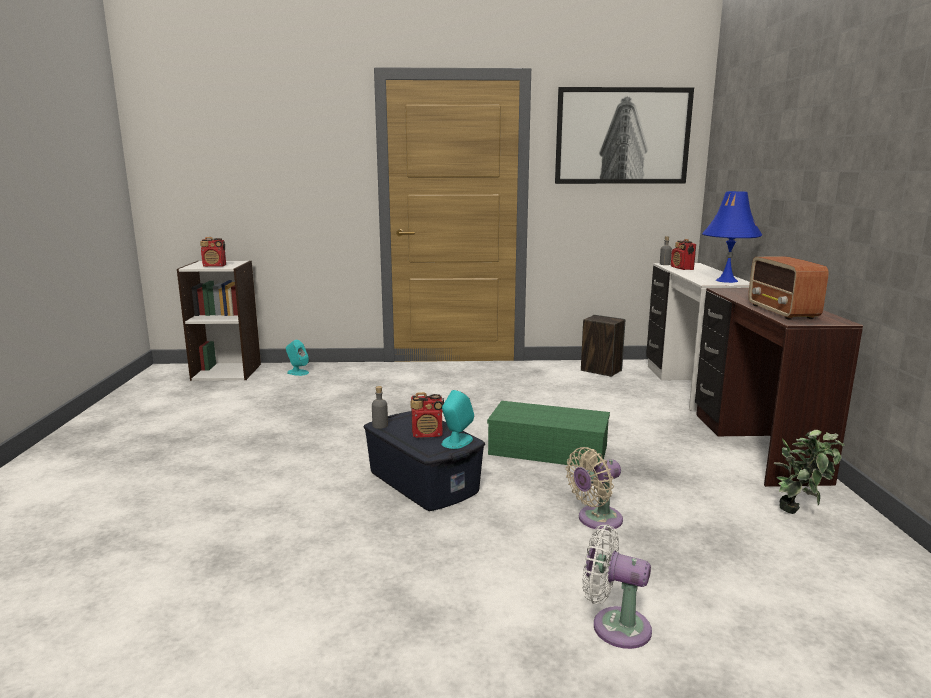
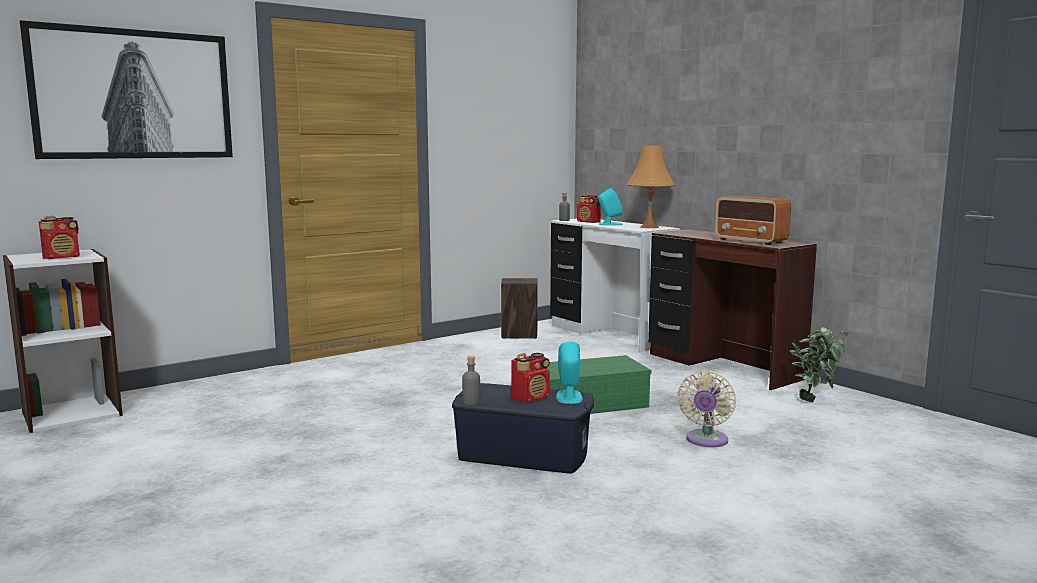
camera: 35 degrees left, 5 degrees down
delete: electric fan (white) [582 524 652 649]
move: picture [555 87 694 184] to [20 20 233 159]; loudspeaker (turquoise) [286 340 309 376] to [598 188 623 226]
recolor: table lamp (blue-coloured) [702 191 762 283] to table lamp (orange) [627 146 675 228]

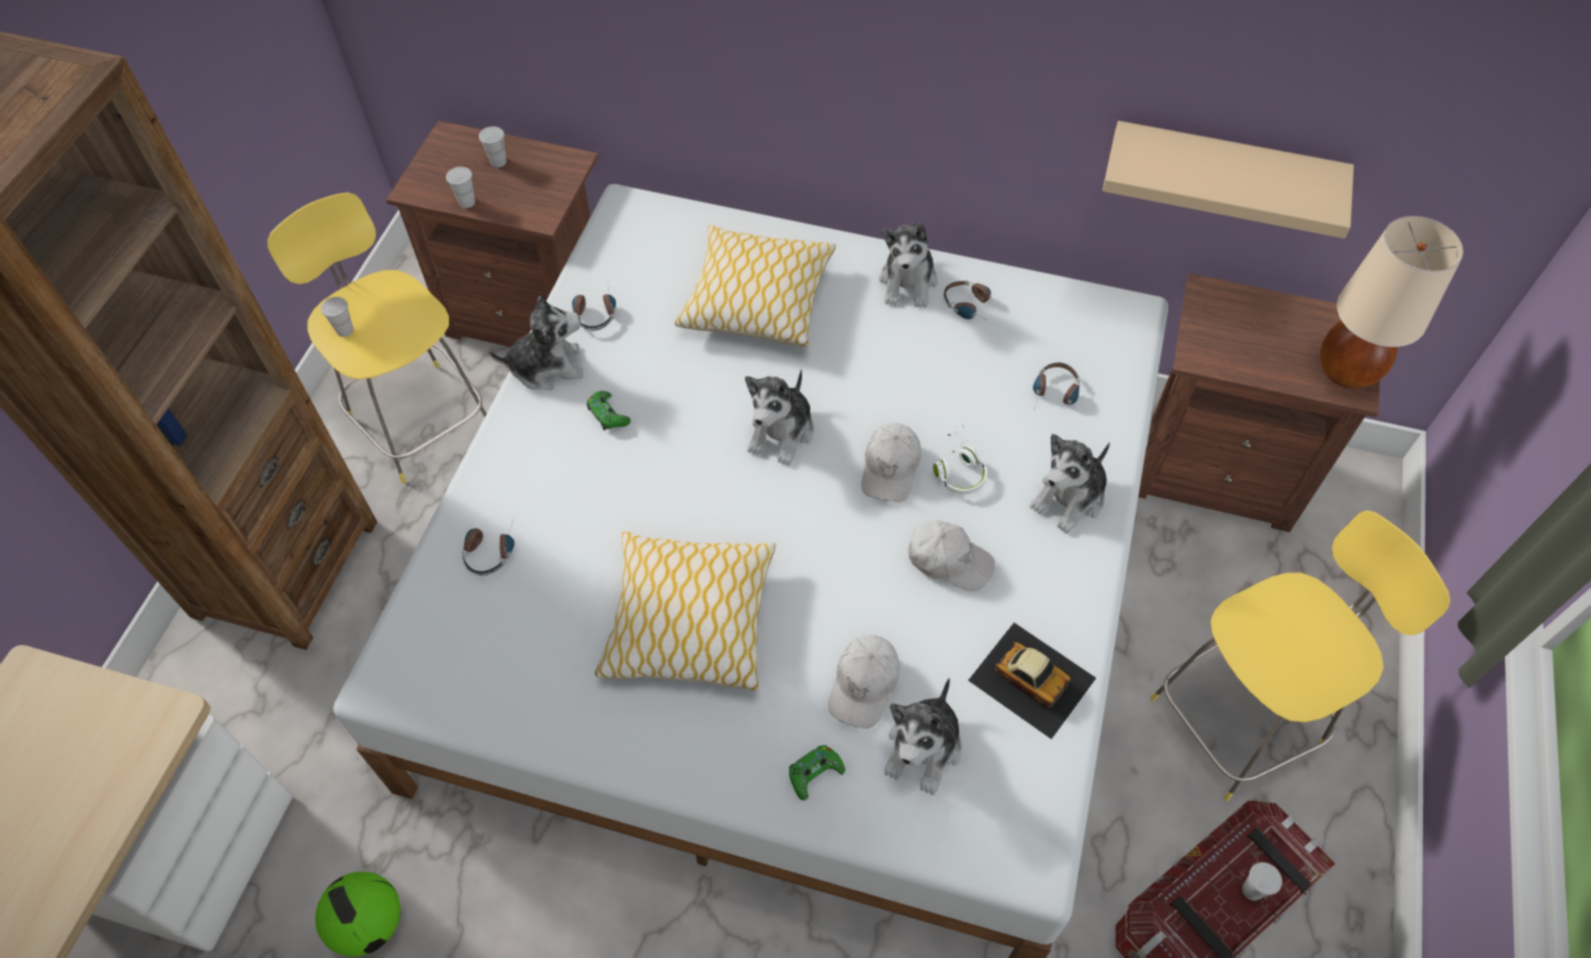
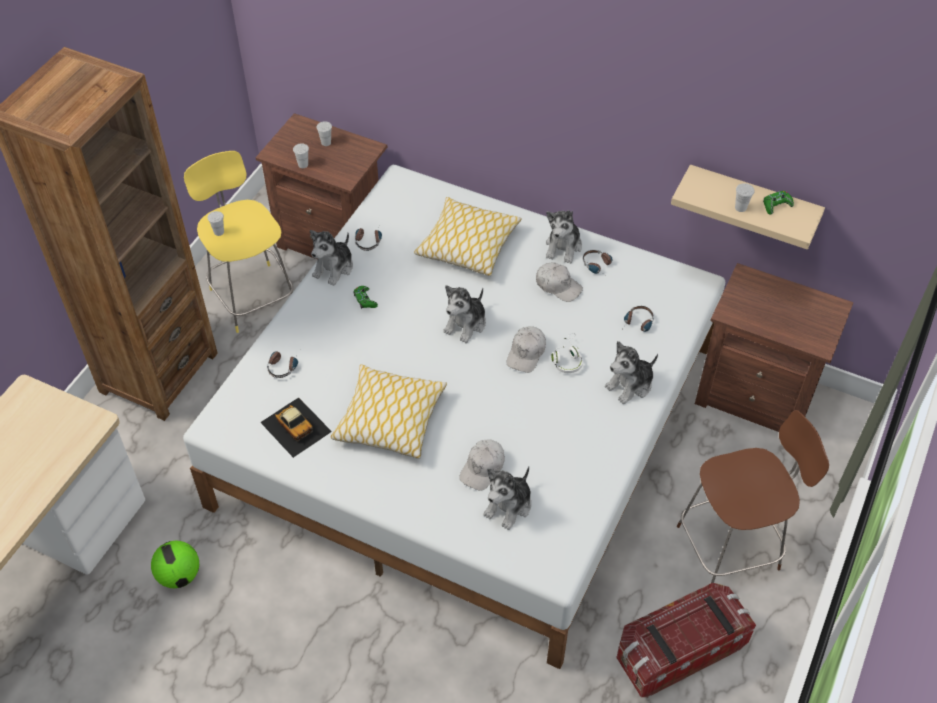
camera: 10 degrees right, 5 degrees down
delete: table lamp (beige-coloured) [1319 216 1463 389]
move: peaked cap (white) [908 520 995 591] to [536 262 583 302]; model car [968 623 1096 739] to [260 397 332 458]; gamepad (green) [789 745 845 800] to [763 191 794 215]; drinking cup (white) [1242 862 1282 901] to [735 183 755 212]
recolor: stool seat (yellowish) [1150 511 1450 801] to stool seat (brown-coloured) [677 410 829 584]
rotate: soft toy [488 296 584 390] = [310 230 353 286] 120 degrees clockwise

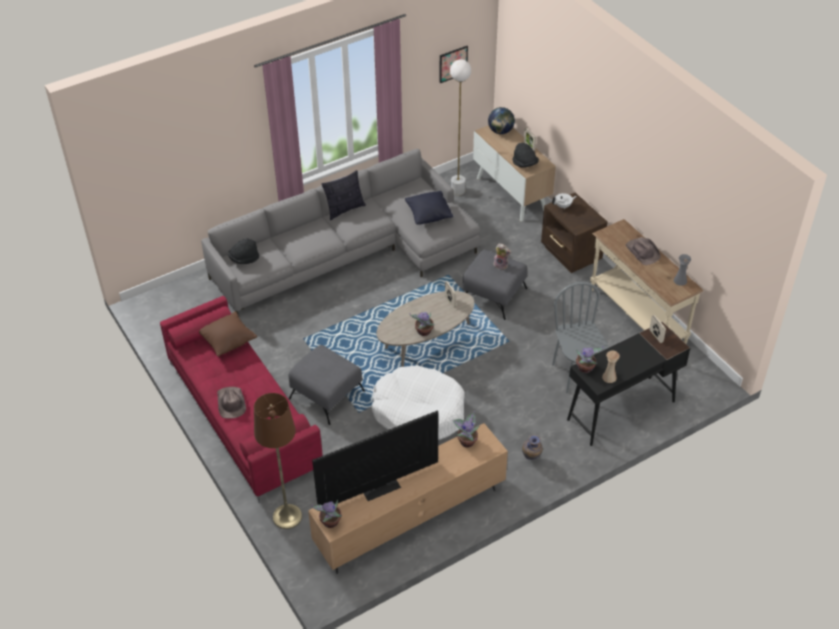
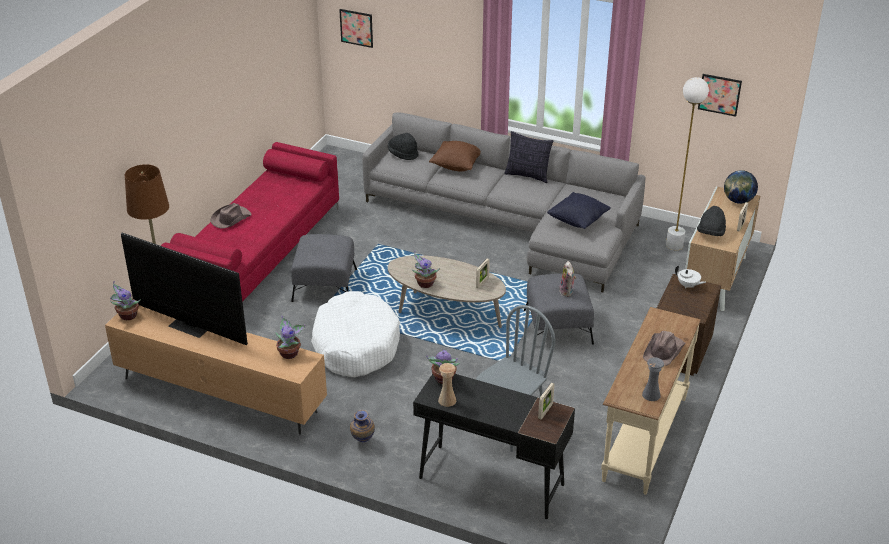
camera: 55 degrees right, 10 degrees down
insert: picture [339 9 373 48]
move: throw pillow (brown-coloured) [199 311 257 357] to [429 141 481 171]

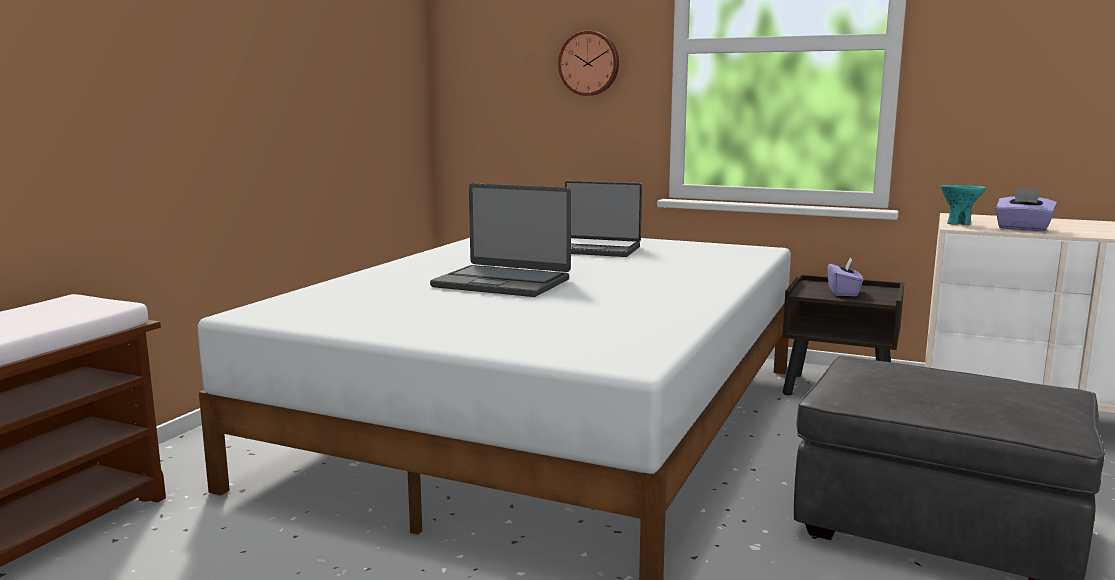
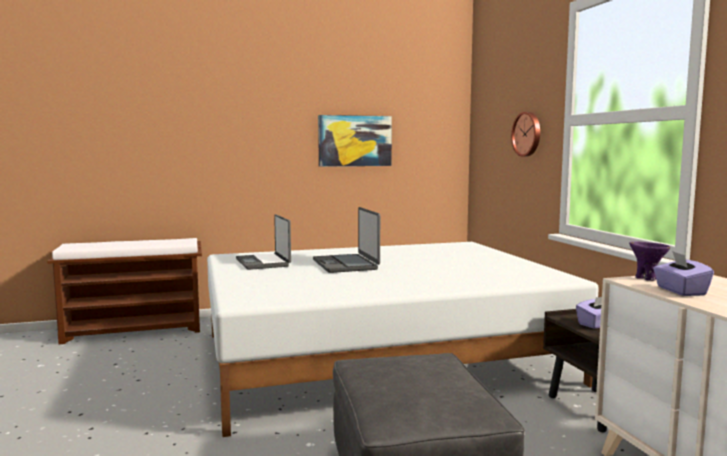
camera: 50 degrees right, 5 degrees down
insert: picture [318 115 392 167]
move: portable computer [565 181 642 257] to [236 214 291 270]
recolor: deep dish (turquoise) [940 185 986 225] to deep dish (purple-coloured) [629 241 670 281]

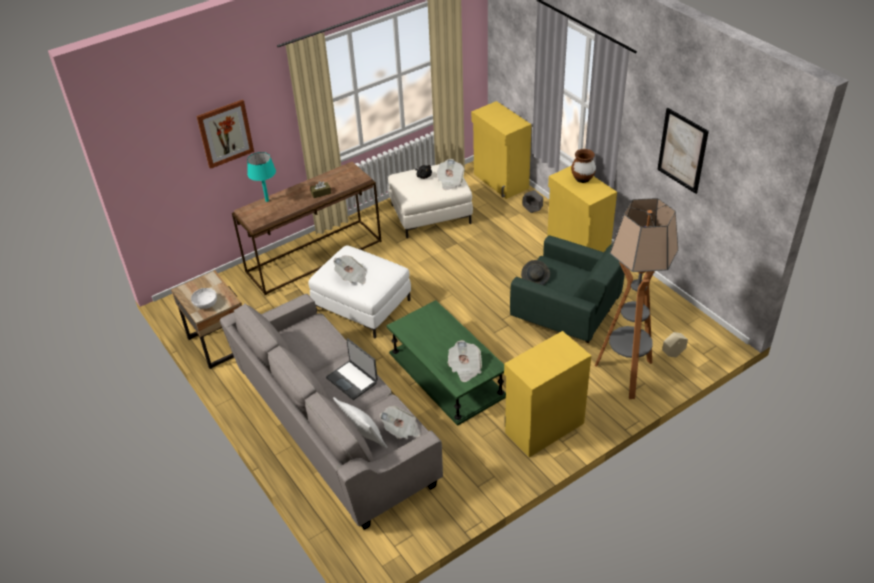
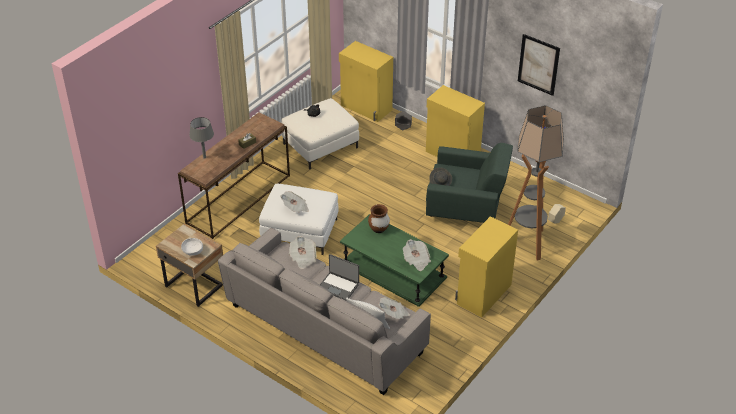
camera: 20 degrees left, 0 degrees up
delete: picture [197 99 254 169]
move: vase (brown-coloured) [571 149 596 183] to [368 204 390 233]; daily paper [436 159 465 190] to [289 236 316 269]
recolor: table lamp (turquoise) [247 152 276 202] to table lamp (grey) [189 117 214 159]

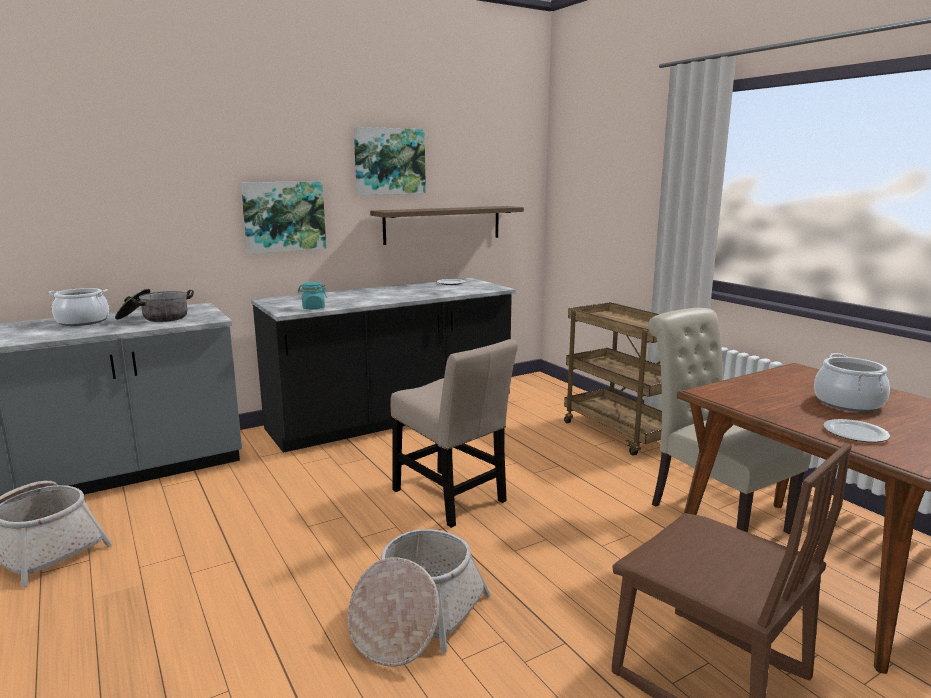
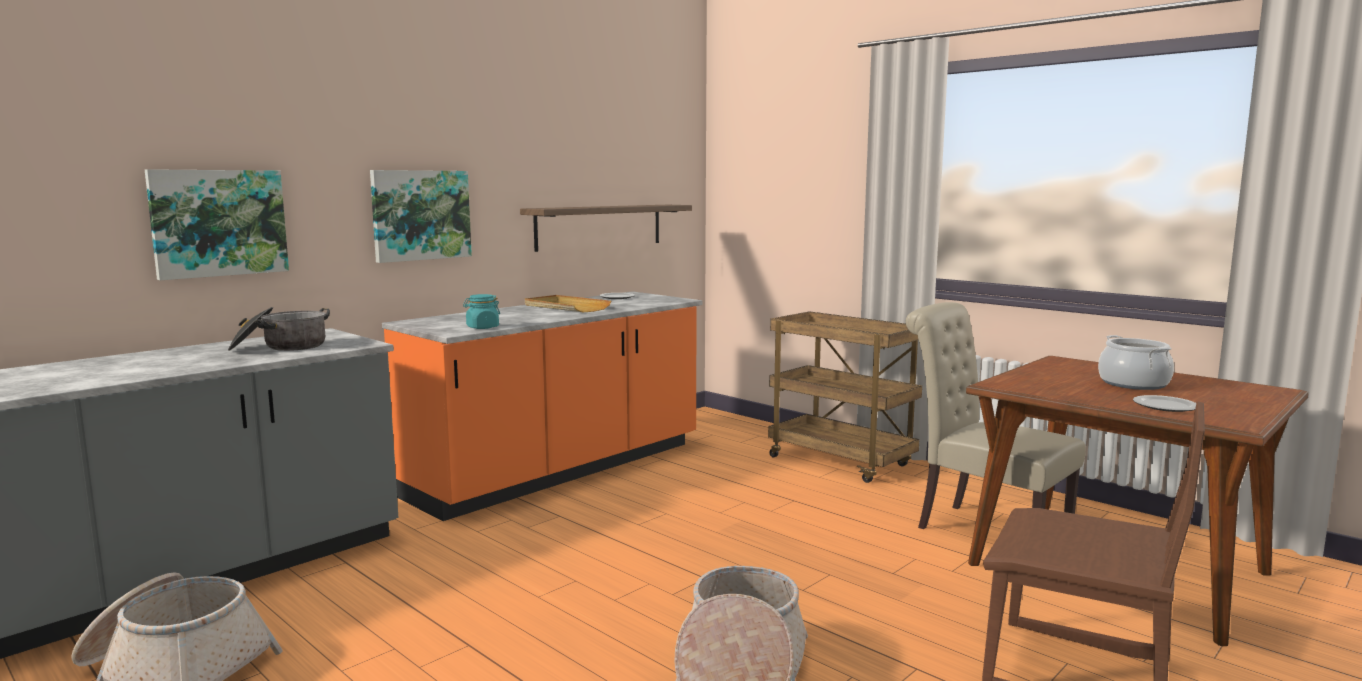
camera: 15 degrees left, 5 degrees down
delete: cooking pot [48 288 109 326]; upright chair (beige-coloured) [390 339 518 528]
insert: tray (beige-coloured) [525 295 611 312]
move: picture [354 127 426 195] to [145 169 289 280]
recolor: kitchen base unit (black) [251 278 516 453] to kitchen base unit (orange) [382 291 702 521]

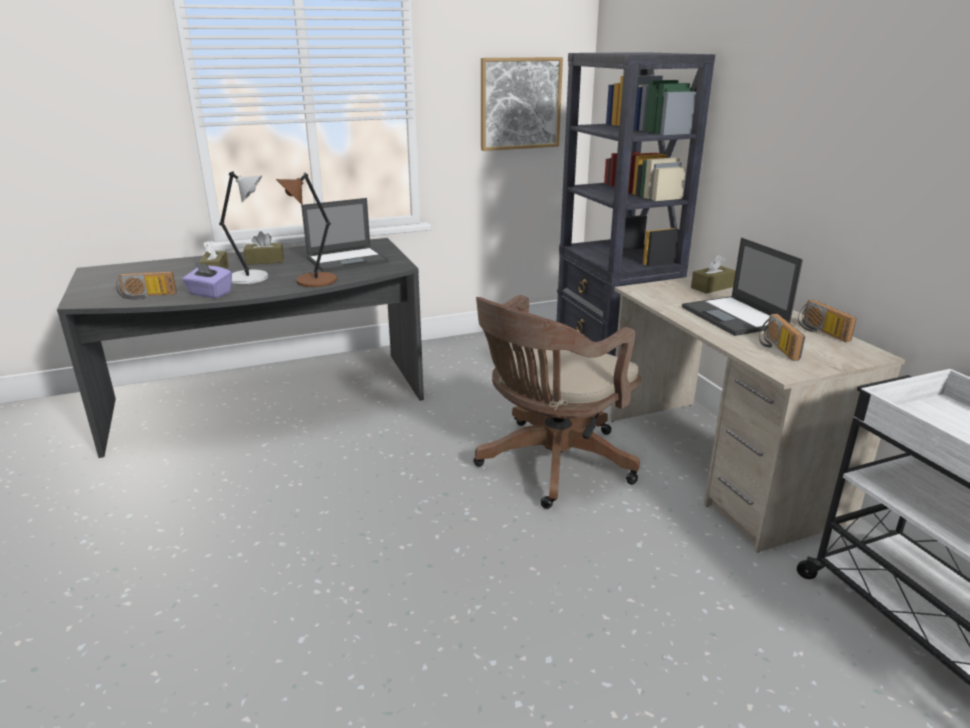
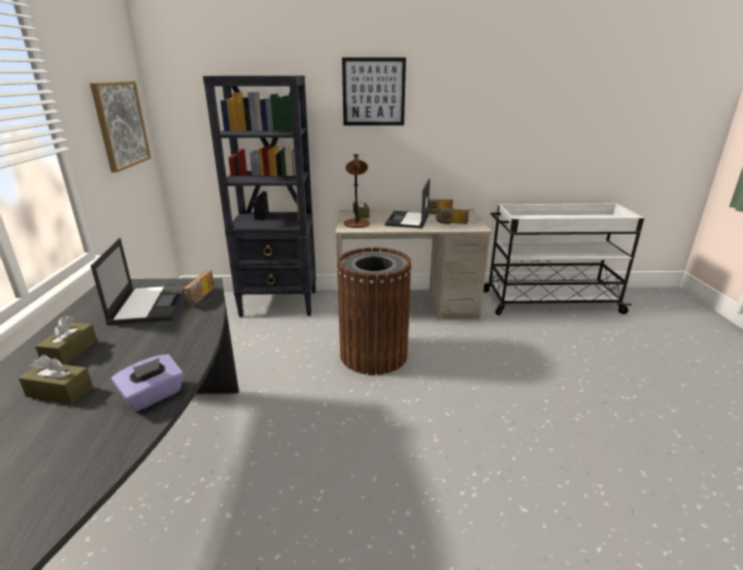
camera: 70 degrees left, 0 degrees up
delete: table lamp (grey) [219 171 268 285]
insert: picture [342 58 406 126]
move: table lamp (brown-coloured) [276 173 337 287] to [344 154 370 228]; radio [116 271 177 300] to [183 270 215 308]
replace: computer chair (brown-coloured) [473 295 641 509] to trash can (brown-coloured) [337 247 412 375]
rotate: portable computer [682 238 803 336] = [385 179 430 228] 105 degrees clockwise

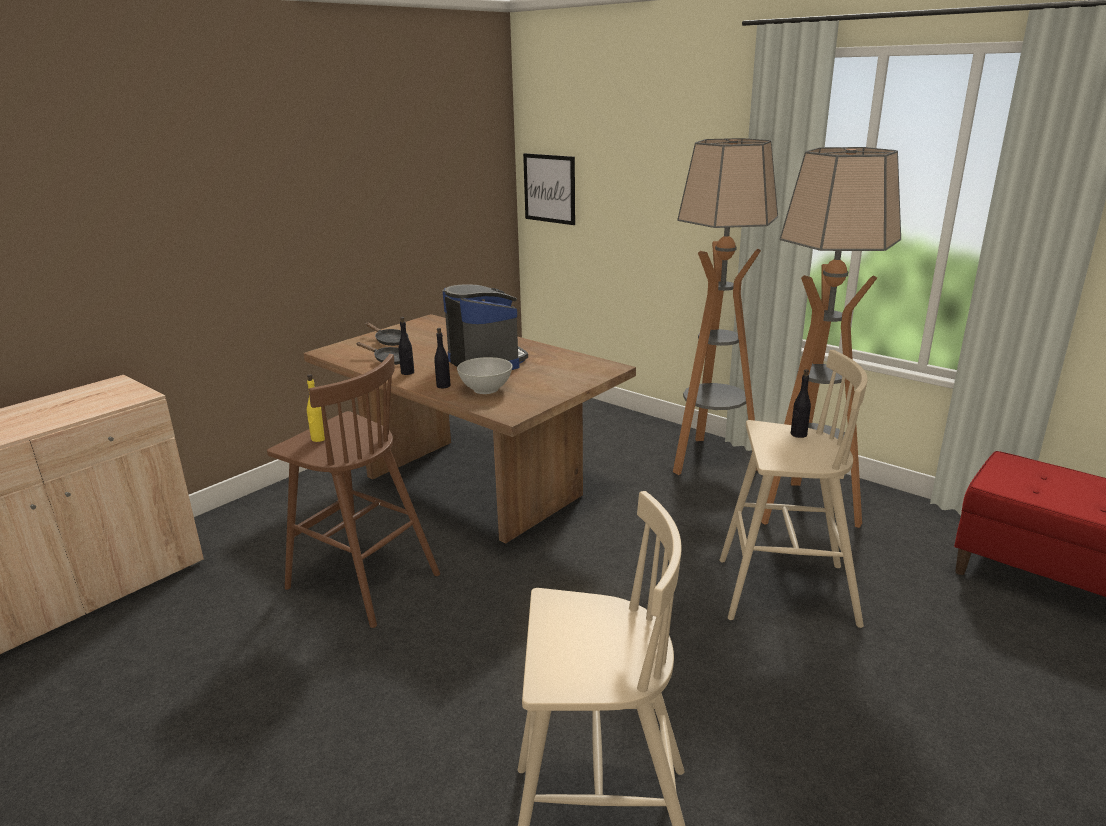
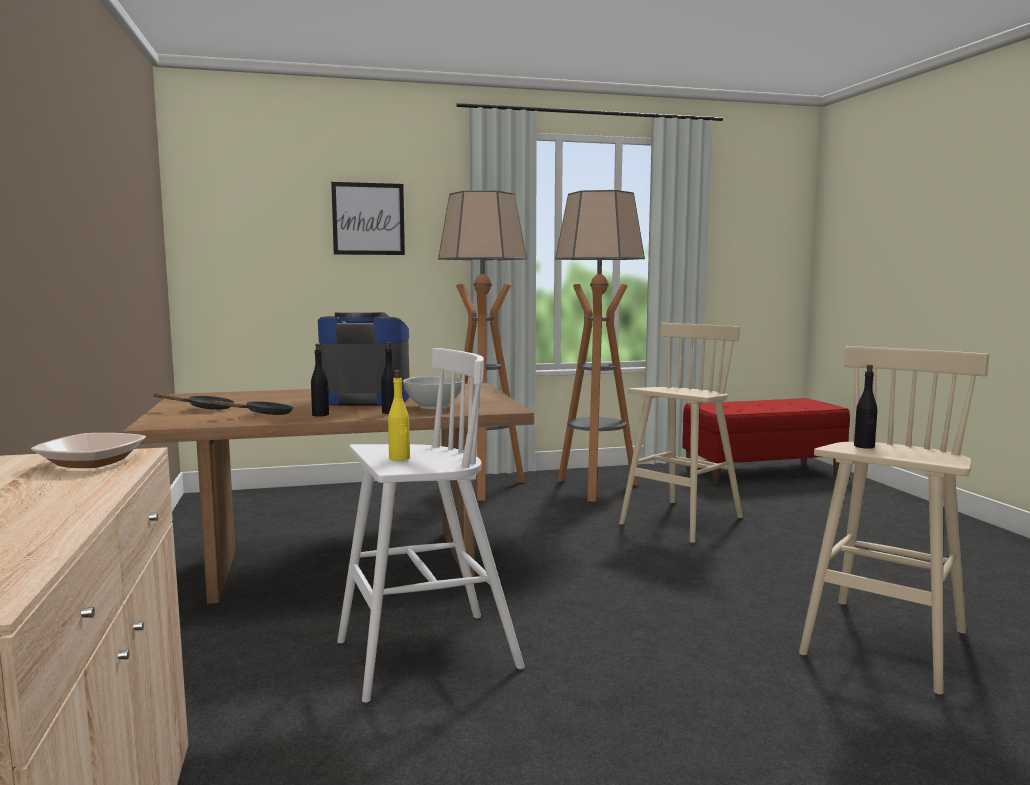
camera: 55 degrees left, 15 degrees down
insert: deep dish [31 433 146 468]
move: picture [523 153 575 225] to [331 182 405 255]; bottle (black) [791 369 811 438] to [854 364 877 449]
recolor: stool seat (brown-coloured) [267 354 440 628] to stool seat (white) [337 348 525 703]

